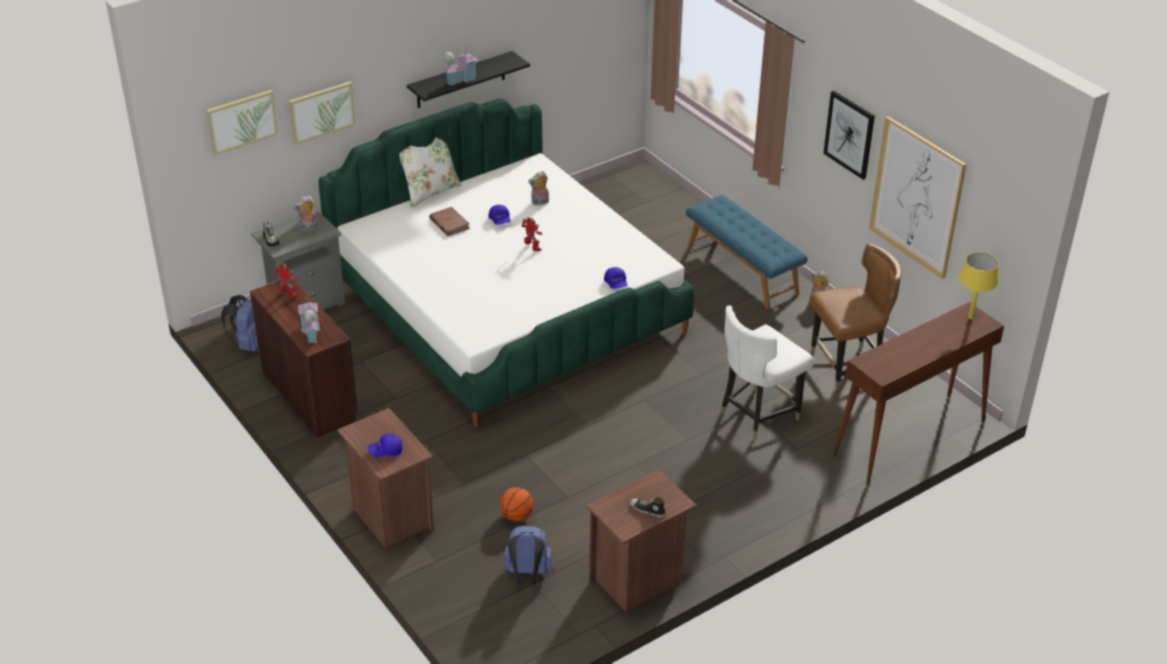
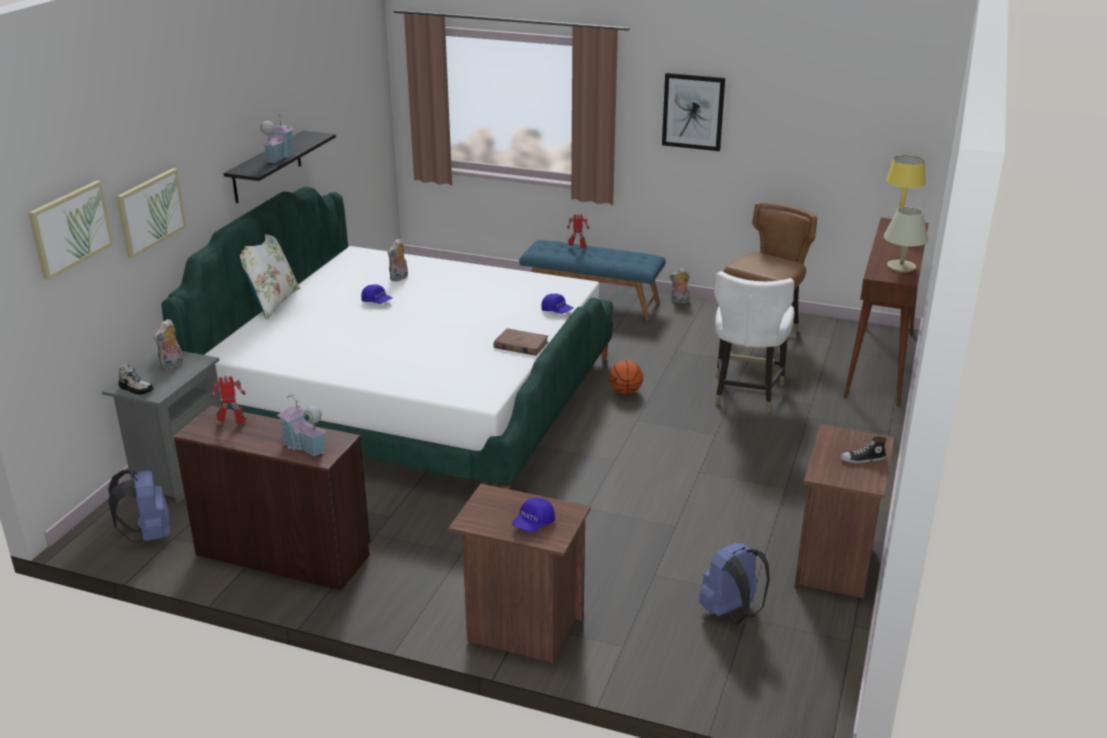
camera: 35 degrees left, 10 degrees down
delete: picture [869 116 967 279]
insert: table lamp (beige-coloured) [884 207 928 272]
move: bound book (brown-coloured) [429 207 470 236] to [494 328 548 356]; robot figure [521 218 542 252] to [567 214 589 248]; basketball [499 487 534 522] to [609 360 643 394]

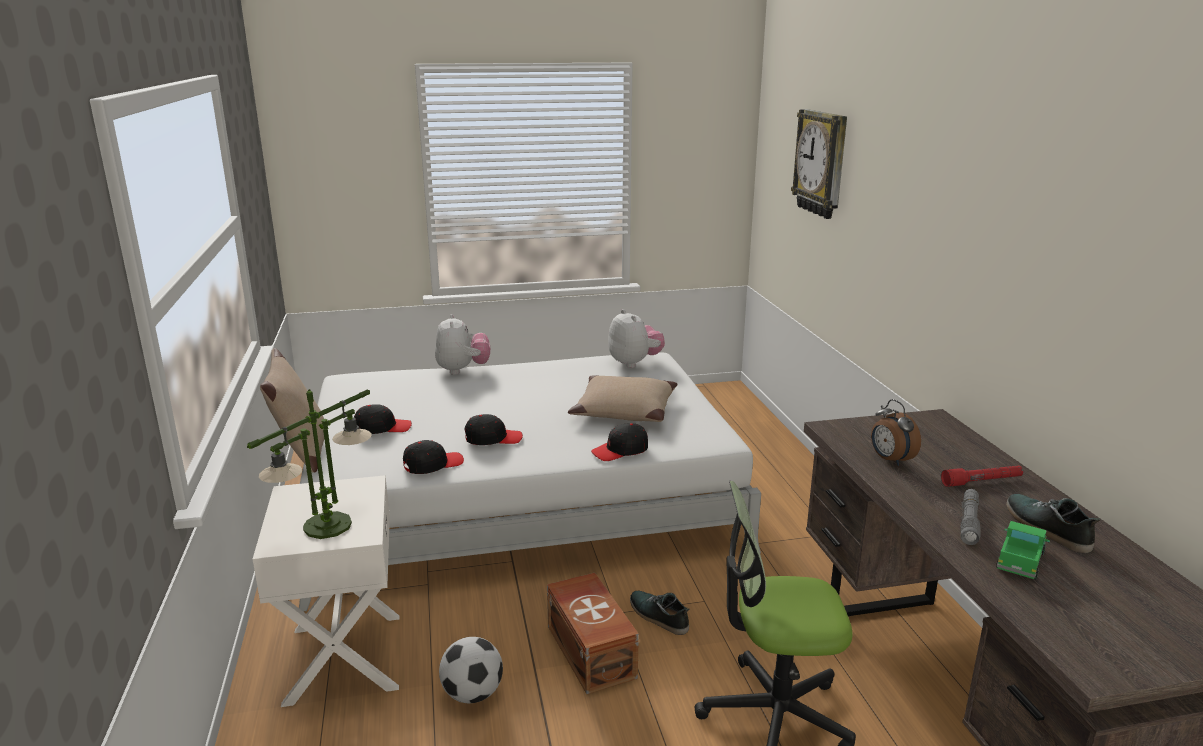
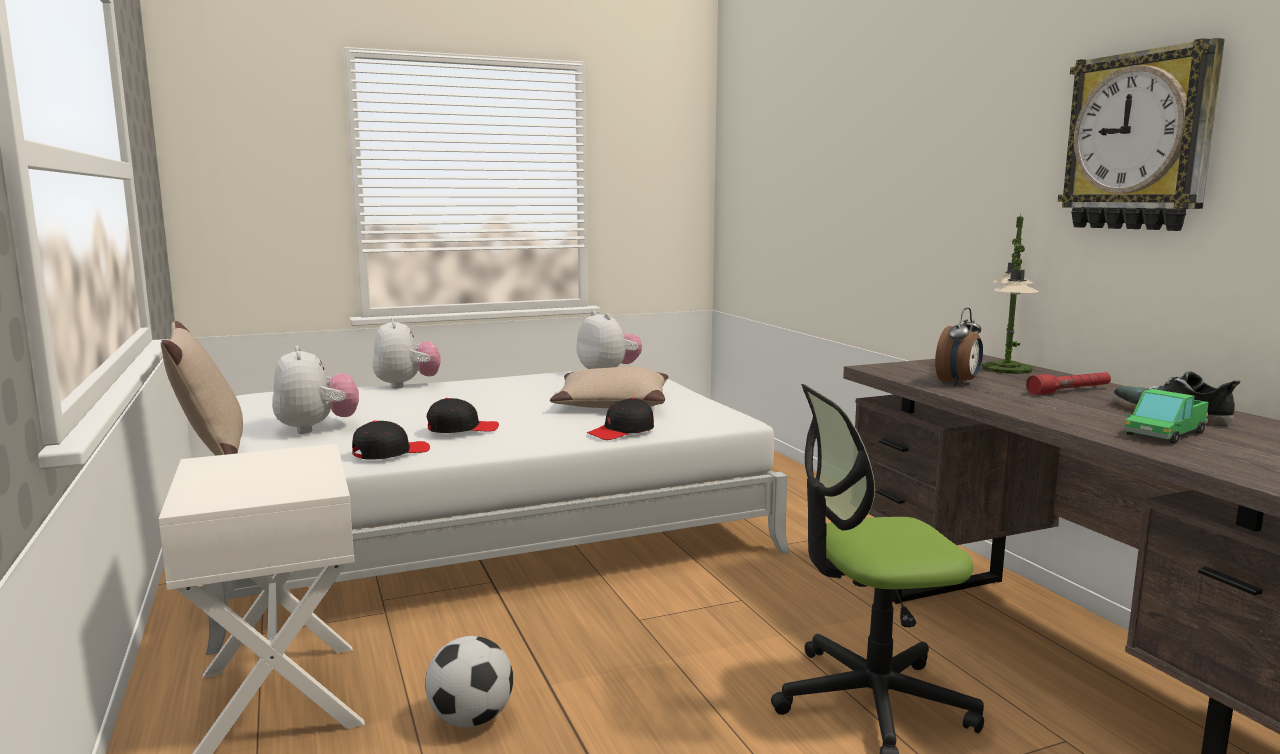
camera: 10 degrees left, 10 degrees down
delete: hand torch (grey) [960 489 981 545]; storage container (brown-coloured) [547 573 639 694]; item of footwear [630 591 689 635]
move: wall clock [791 109 847 219] to [1058 38 1225 231]; table lamp [247 389 372 539] to [982 214 1039 374]
replace: peaked cap (black) [354 404 412 434] to soft toy [272 345 359 434]
rotate: bedside clock [871 399 921 466] = [935 308 983 386] 105 degrees counterclockwise; toy truck [996 521 1050 579] = [1123 389 1209 444] 150 degrees counterclockwise

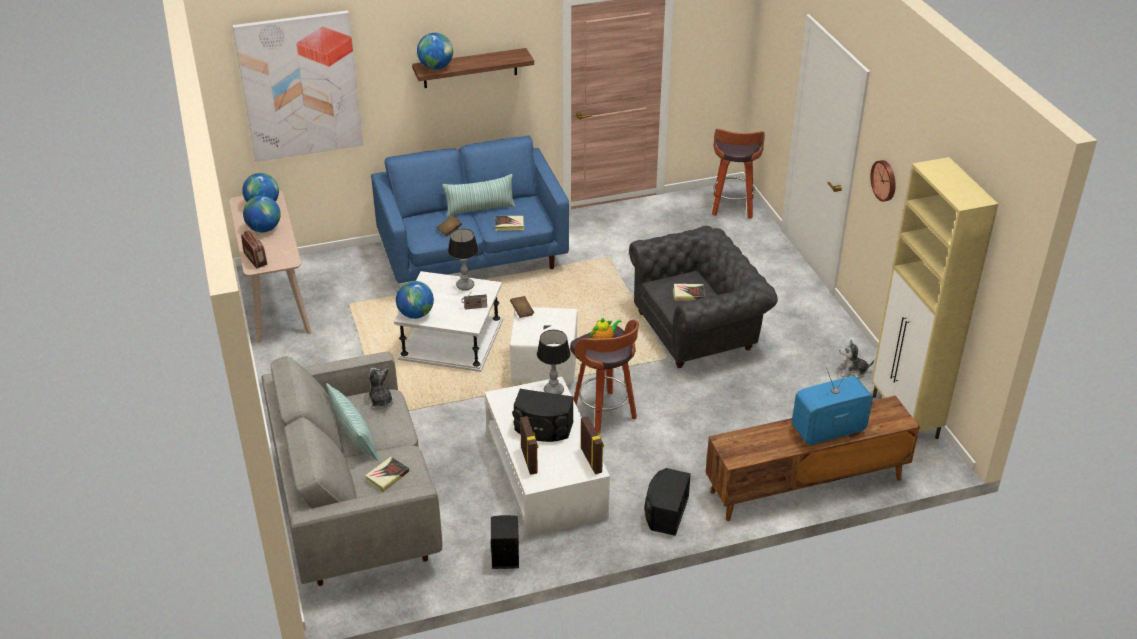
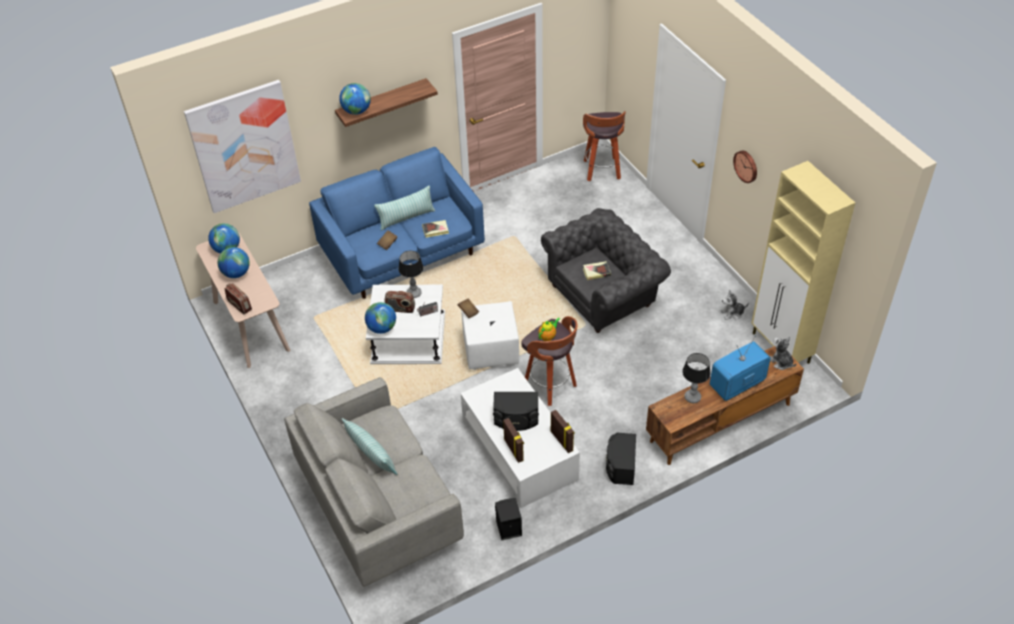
camera: 10 degrees left, 10 degrees up
delete: bound book [365 457 409 492]
insert: radio [385 291 415 313]
move: table lamp [537 330 570 395] to [682 353 711 403]; soft toy [367 368 394 410] to [770 337 796 370]

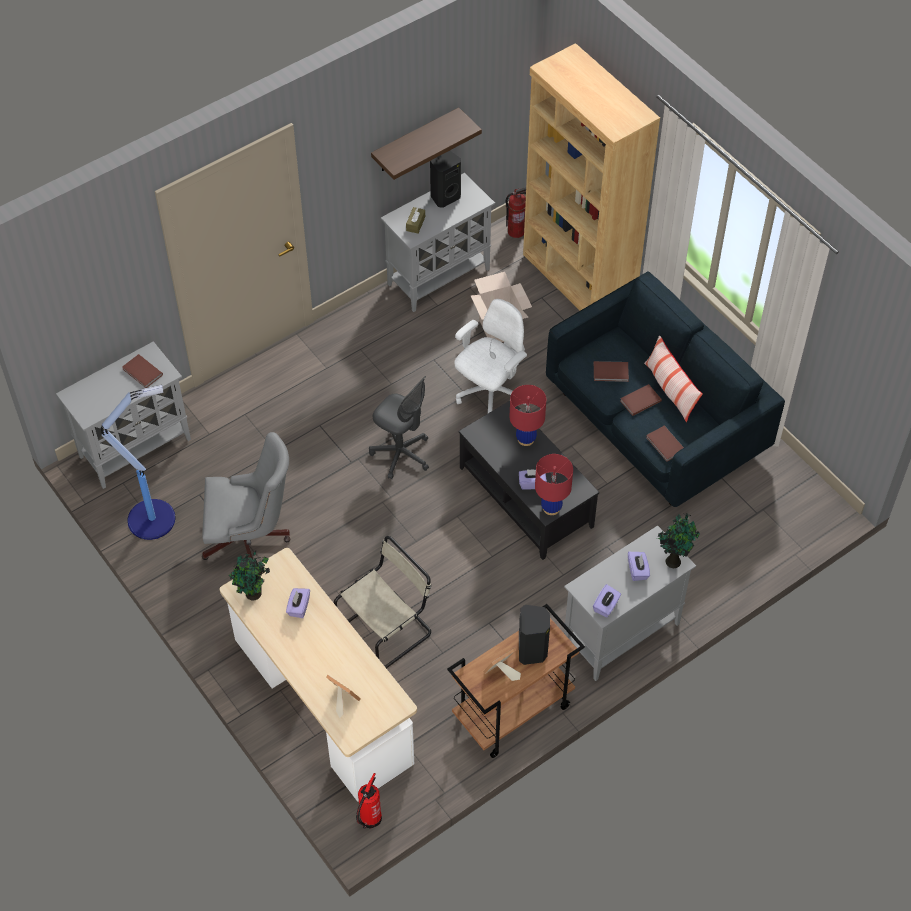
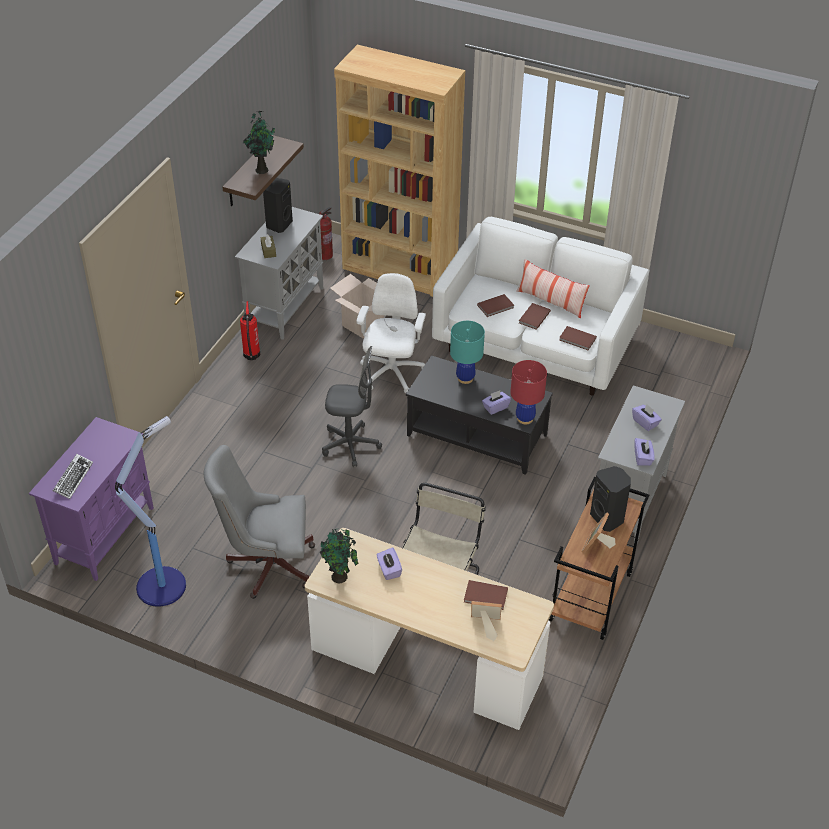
camera: 30 degrees left, 10 degrees down
insert: keyboard [53 454 93 499]
move: bound book (brown-coloured) [122 354 163 388] to [464 580 508 610]; potted plant [658 514 700 568] to [243 111 275 174]; fire extinguisher [356 773 382 829] to [240 301 260 360]
recolor: couch (blue-coloured) [546 272 785 507] to couch (white) [432 217 649 395]; cupboard (grey) [56 341 191 489] to cupboard (purple-coloured) [29 417 154 581]; table lamp (red) [509 385 546 446] to table lamp (turquoise) [450 321 485 384]
rotate: computer chair (grey) [202 432 291 560] = [203 445 315 599] 150 degrees counterclockwise

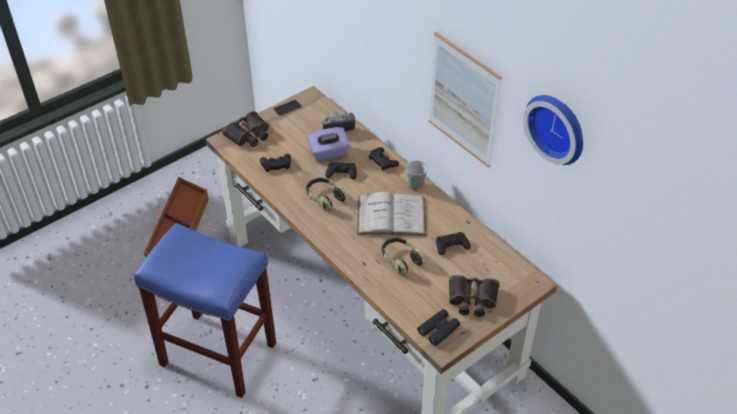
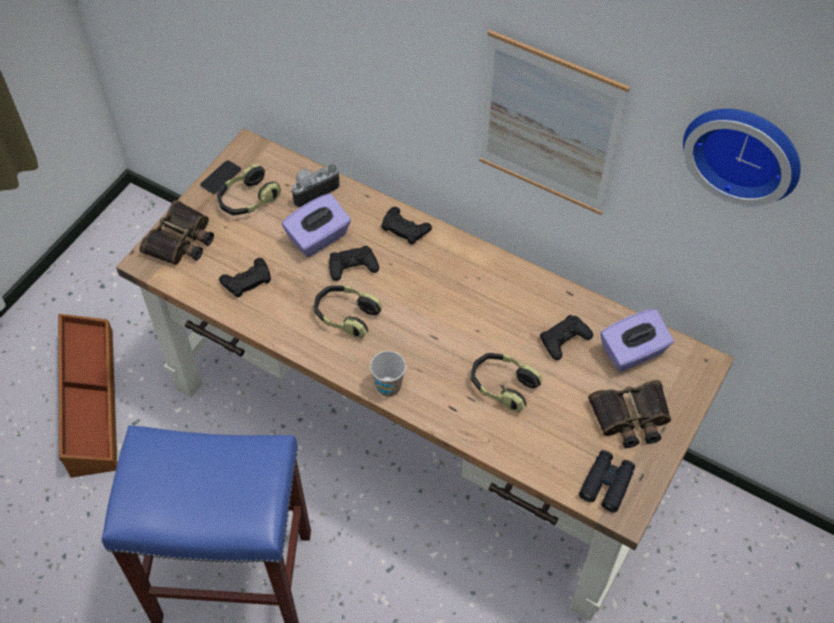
camera: 20 degrees left, 10 degrees up
delete: bound book (white) [357 192 426 236]
insert: pair of headphones [217 164 281 216]; box of tissues (purple-coloured) [601 308 674 372]
move: drinking cup [406 160 428 190] to [370 351 406 397]

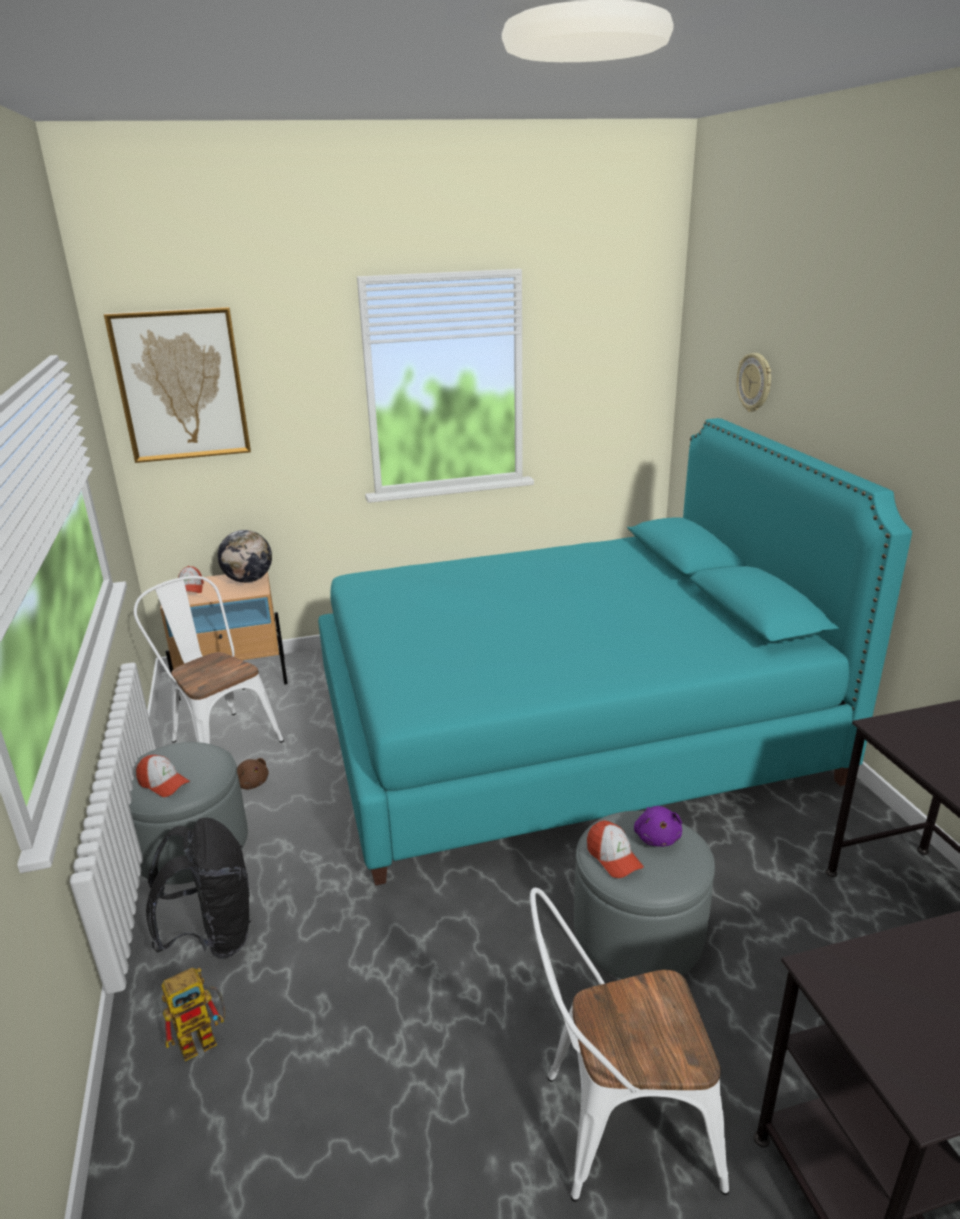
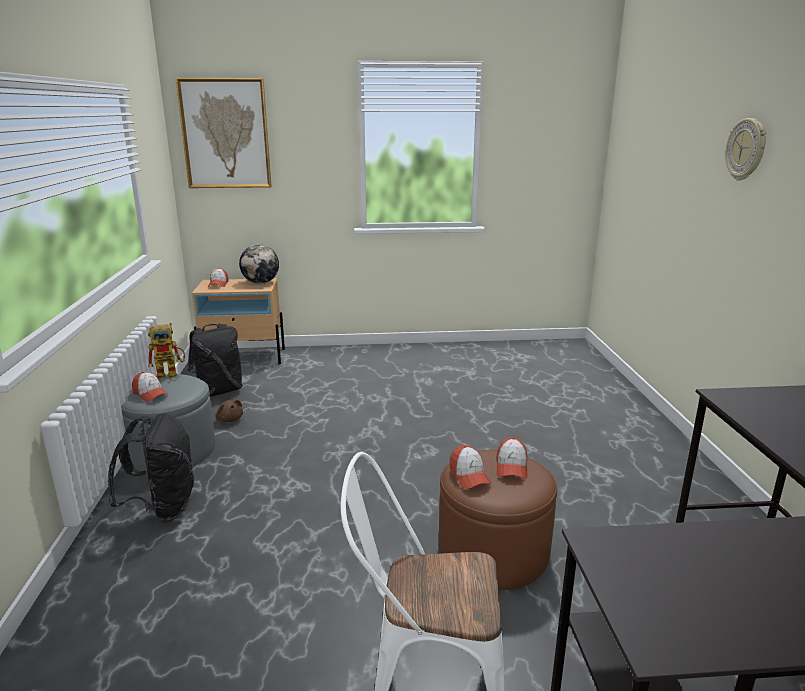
camera: 10 degrees right, 5 degrees down
delete: bed (turquoise) [318 418 912 886]
move: wall clock [736 353 771 412] to [725 118 766 181]; robot figure [161 967 225 1061] to [148 323 185 380]
replace: upright chair (white) [134 576 284 744] to knapsack (black) [188 324 243 397]; soft toy (purple-coloured) [634 806 682 847] to peaked cap [496 437 527 479]
recolor: footrest (grey) [574 811 715 979] to footrest (brown-coloured) [439 450 557 590]

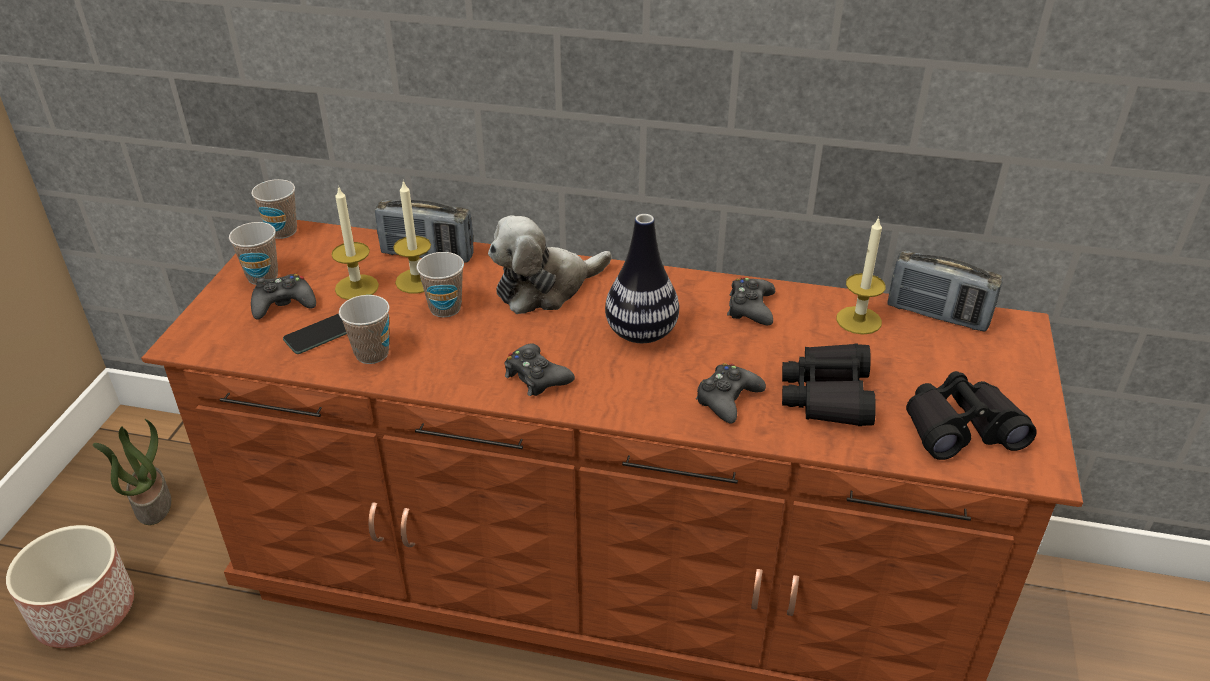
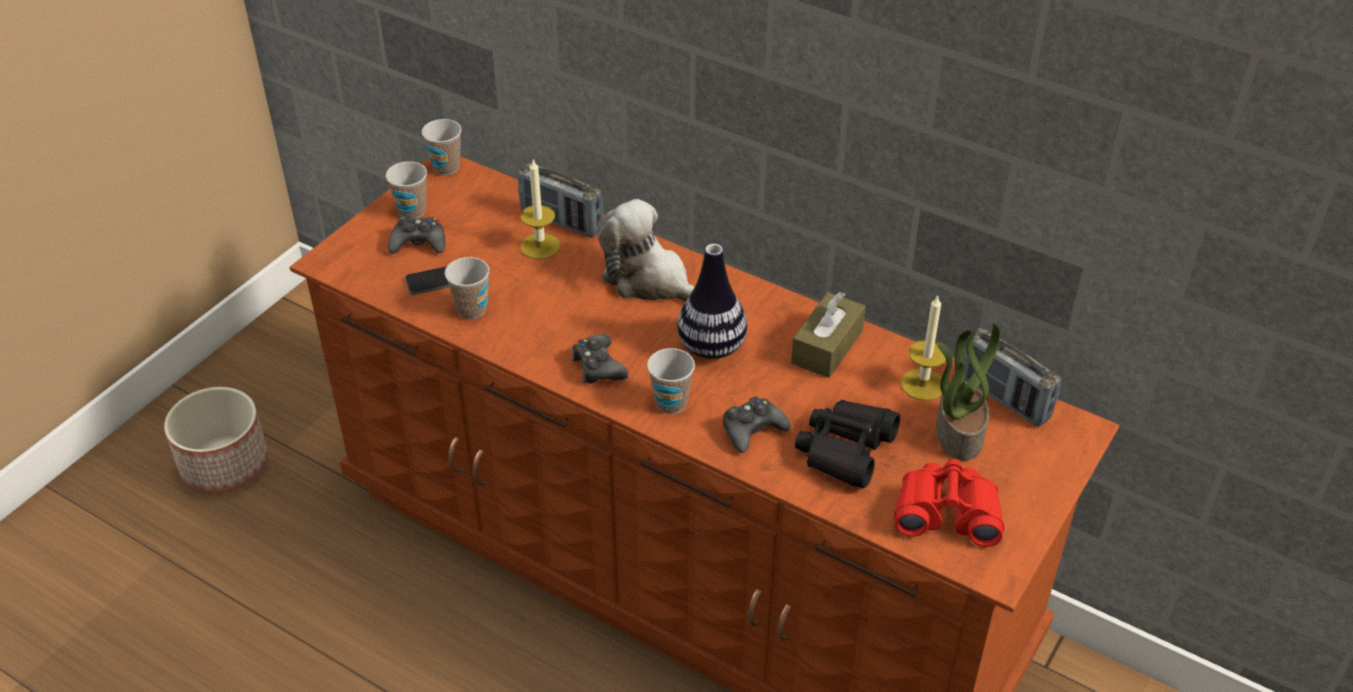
camera: 20 degrees right, 5 degrees up
delete: candle [331 186 379 300]
move: drinking cup [417 252 464 318] to [647 348 695 414]; potted plant [92 419 171 525] to [936 323 1000 461]
replace: gamepad (black) [727 277 775 325] to box of tissues (brown-coloured) [791 292 866 378]
recolor: pair of binoculars (black) [906 371 1037 460] to pair of binoculars (red) [894 459 1004 547]
rotate: soft toy [488 215 612 314] = [598 199 695 302] 45 degrees clockwise

